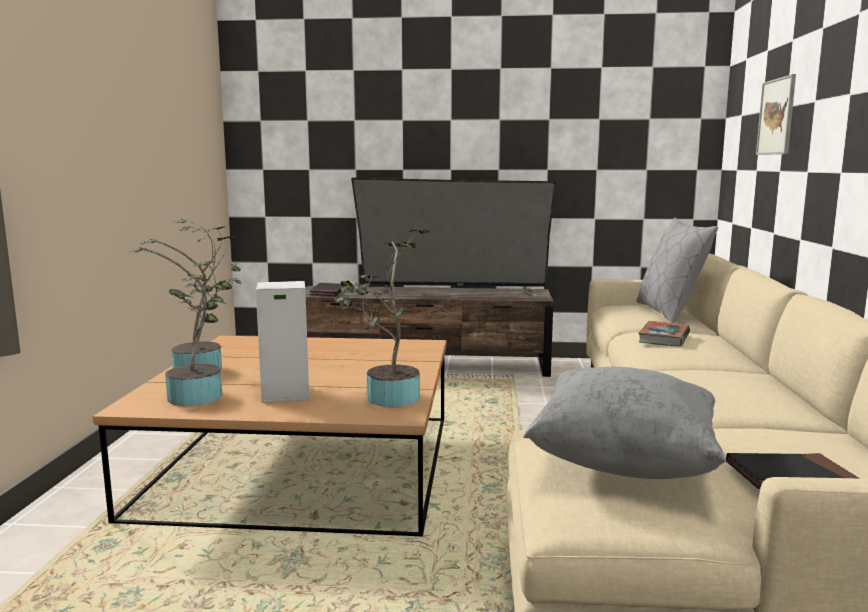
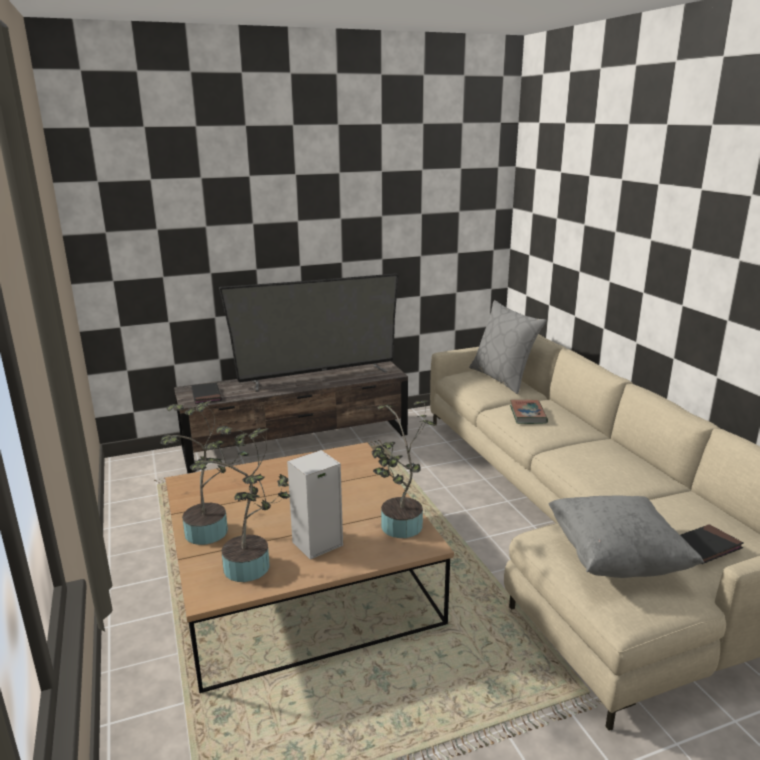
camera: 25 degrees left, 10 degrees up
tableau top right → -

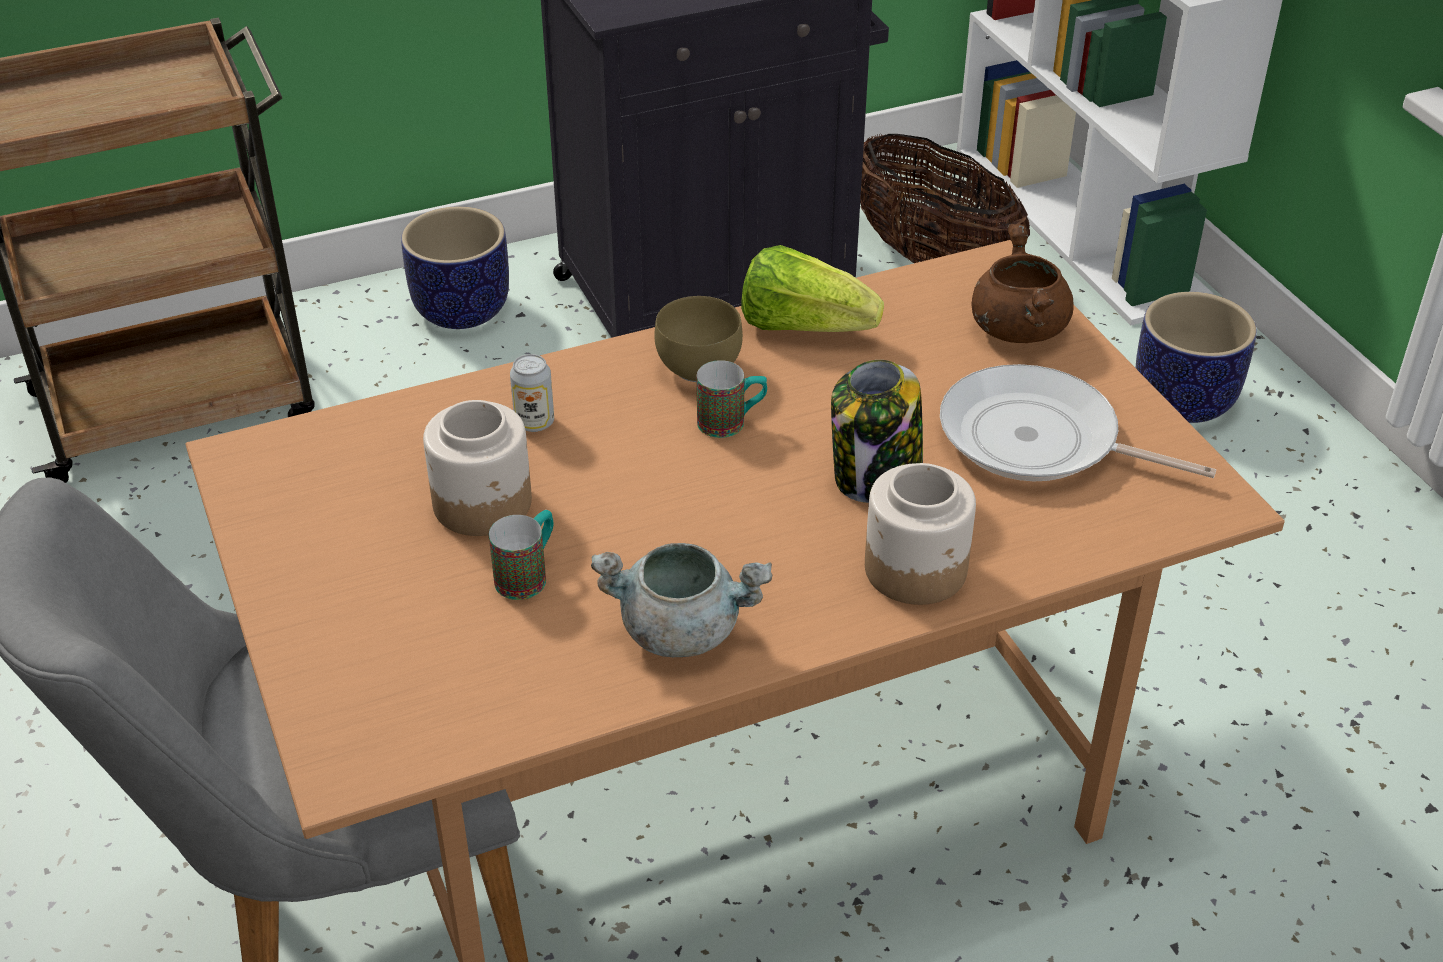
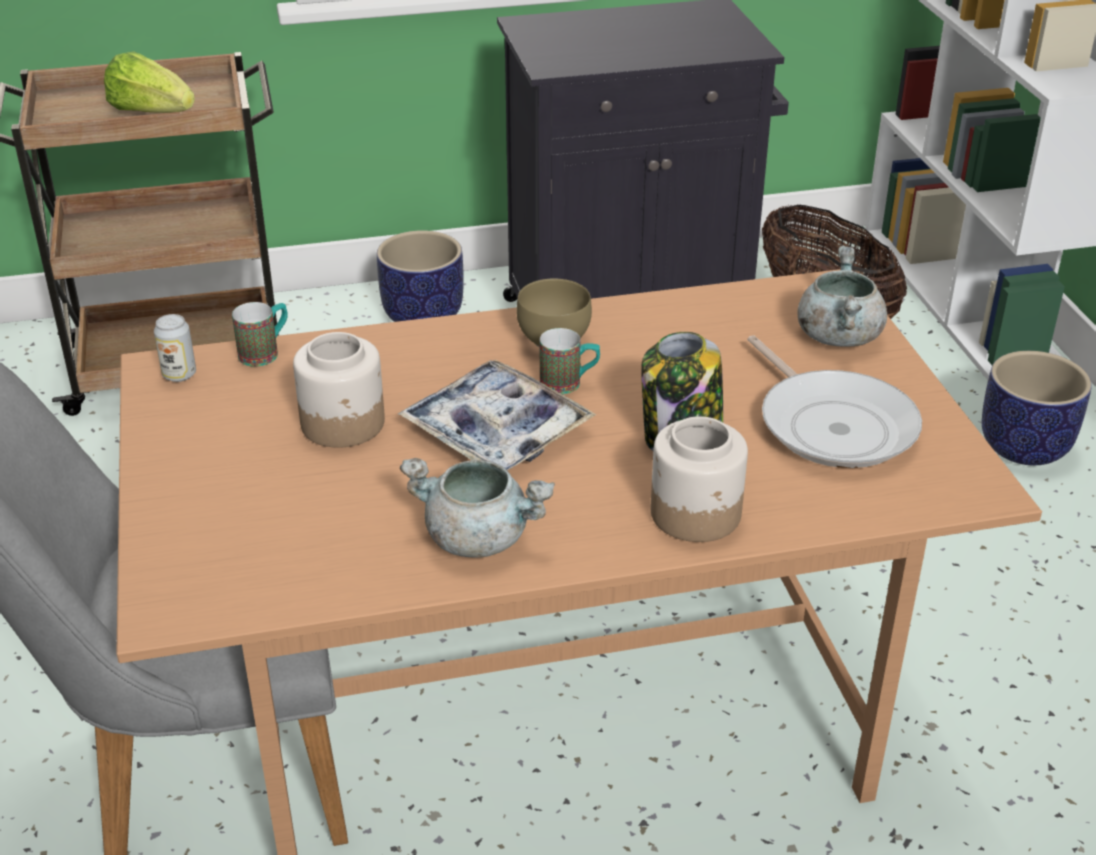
camera: 10 degrees right, 5 degrees down
mug (1st from left) centre → mug (1st from left) middle left, moved
boîte métallique centre → boîte métallique middle left, moved
laitue top centre → laitue top left, moved
poêle middle right, 150 degrees counterclockwise
marmite [marron] top right → marmite [gris] (2nd from left) middle right
- → plateau centre

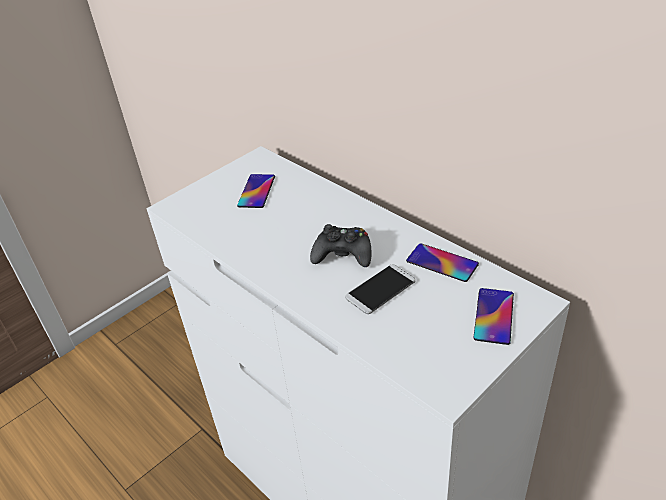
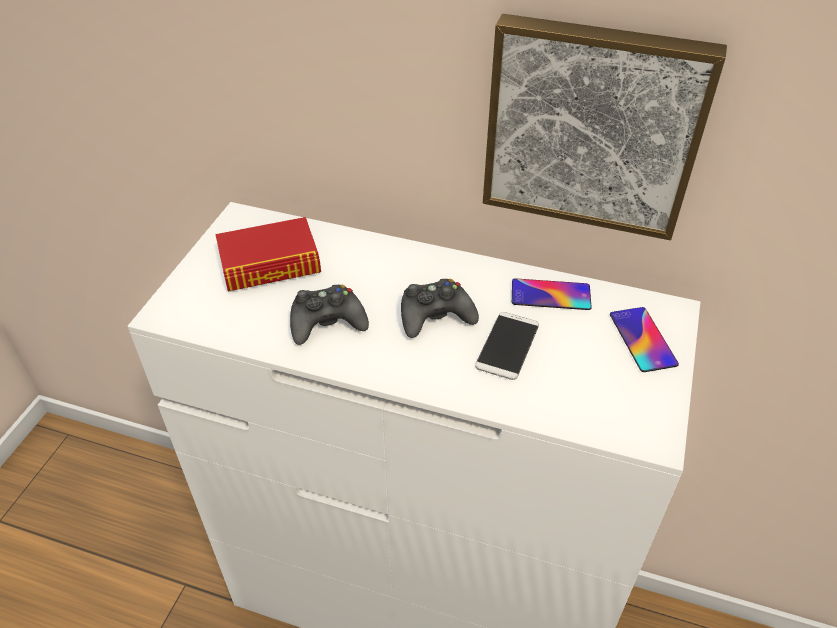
camera: 30 degrees left, 5 degrees up
téléphone (1st from left) centre → livre middle left
- → manette [noir] (1st from left) centre
- → tableau top right

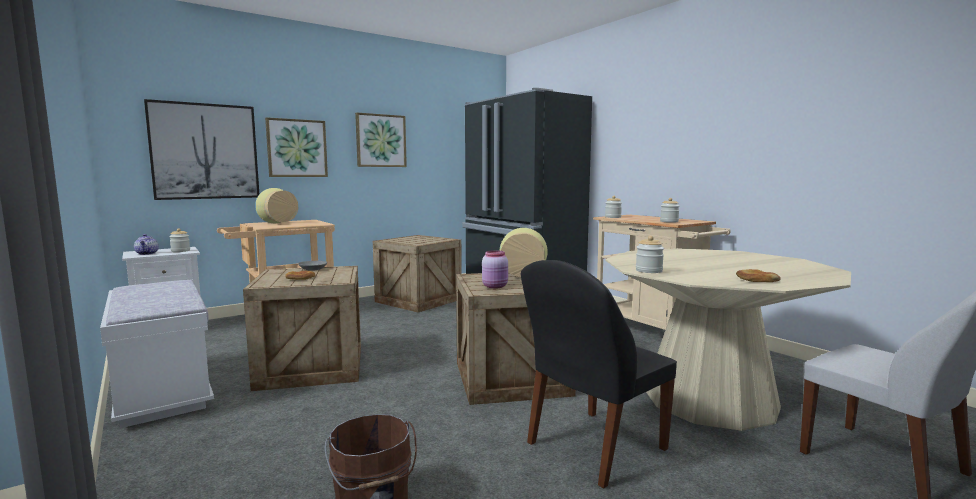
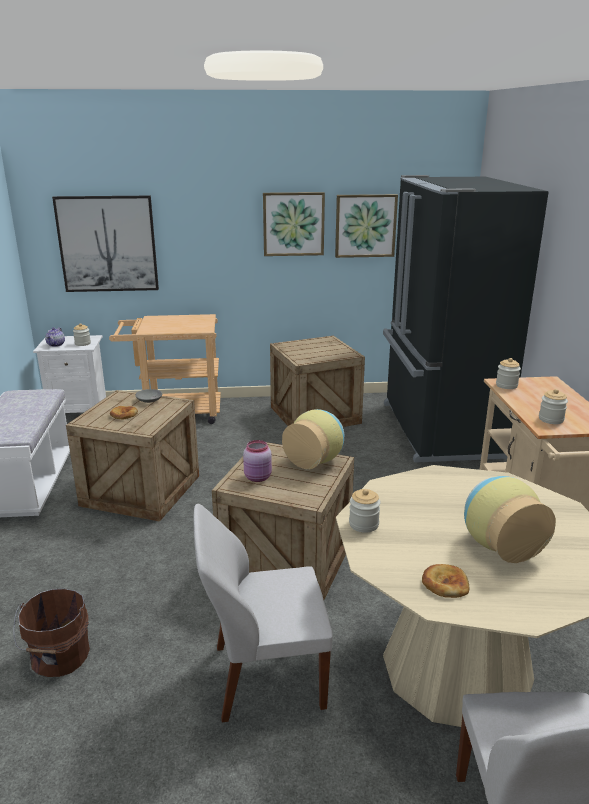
camera: 30 degrees right, 15 degrees up
vase (1st from left in the first image) middle left → vase (2nd from left) middle right, moved
tableau (2nd from left in the first image) top left → tableau (3rd from left) top centre, moved
chaise [noir] bottom centre → chaise [blanc] (1st from left) bottom centre

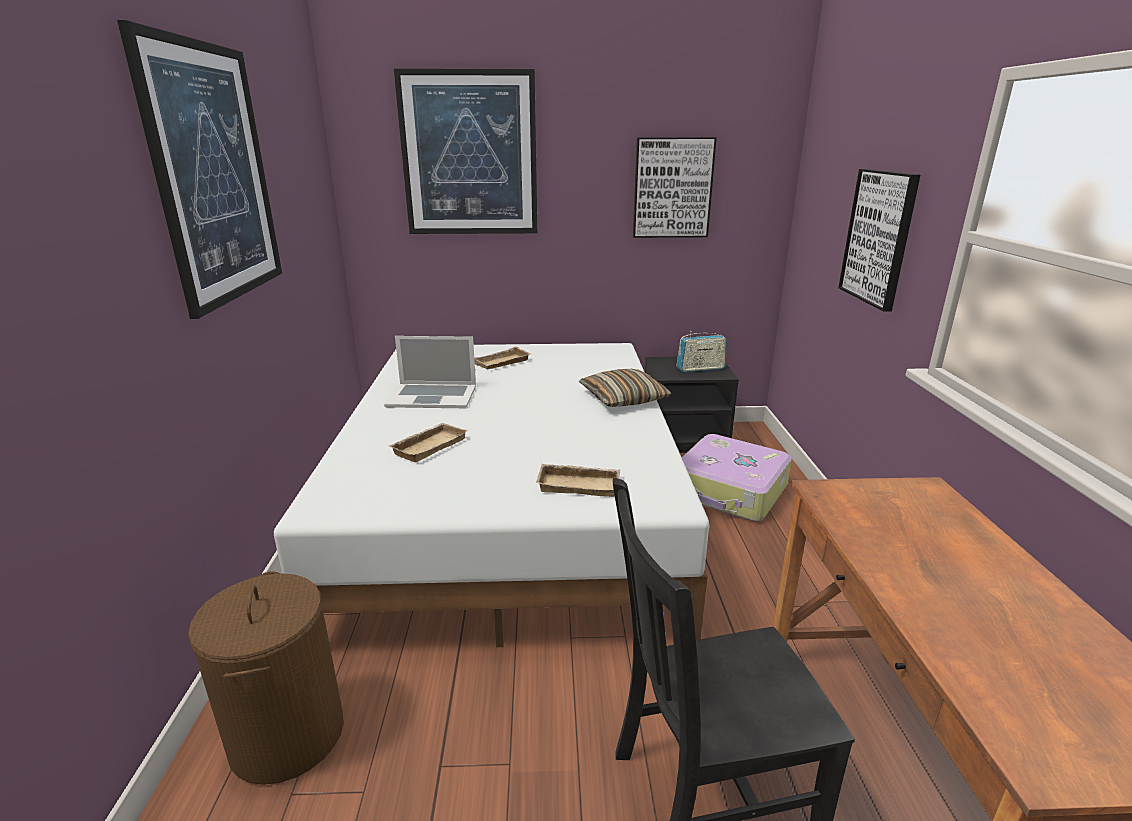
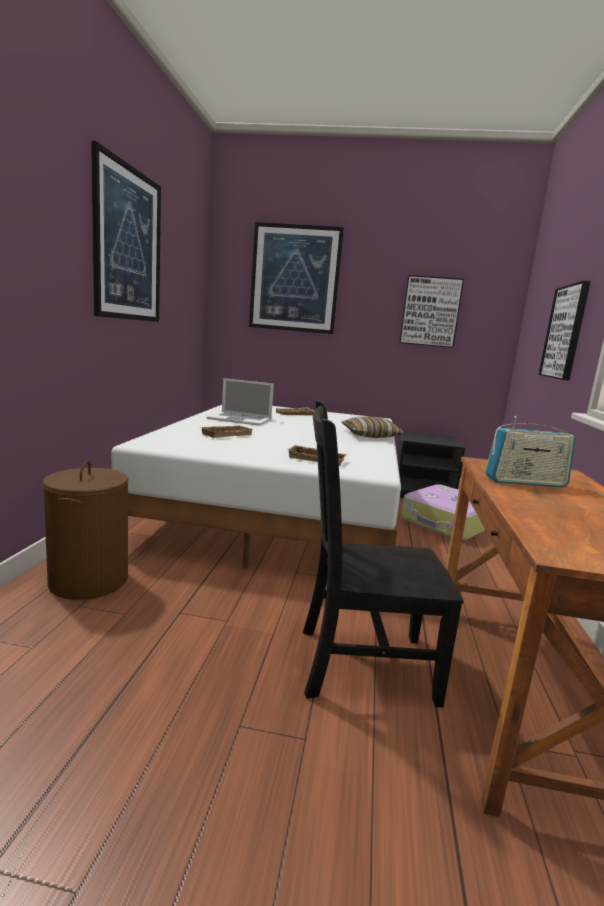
camera: 10 degrees right, 10 degrees down
radio centre → radio middle right, moved

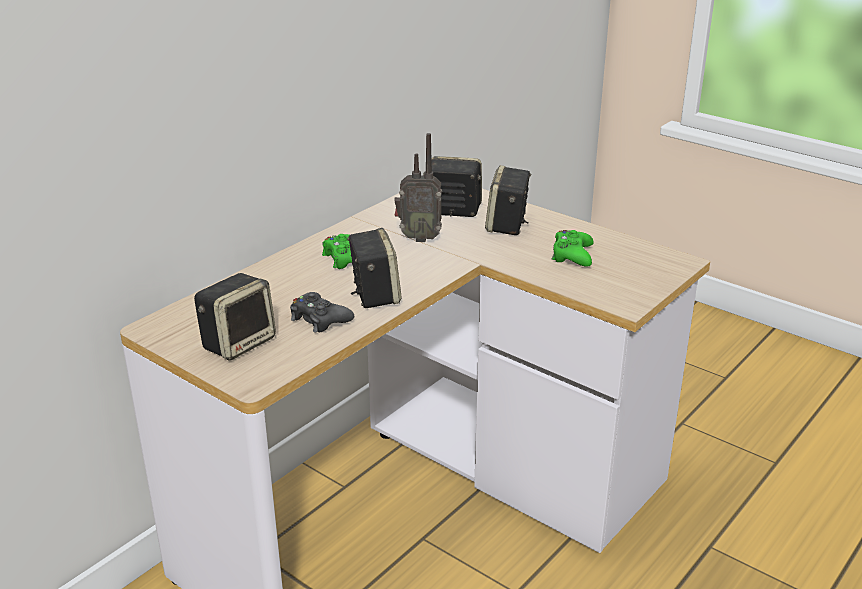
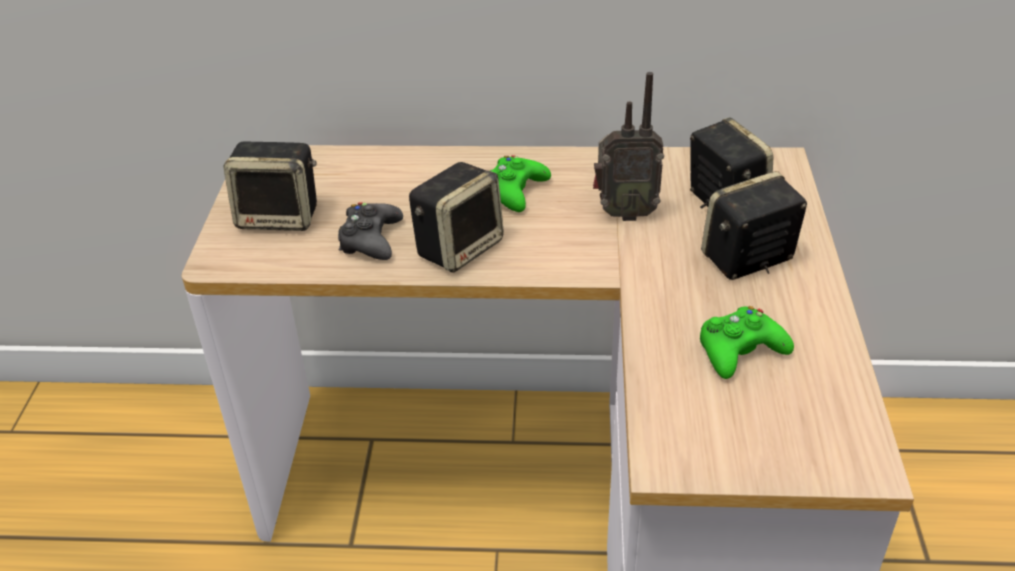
camera: 55 degrees right, 10 degrees up
radio top centre, 60 degrees counterclockwise

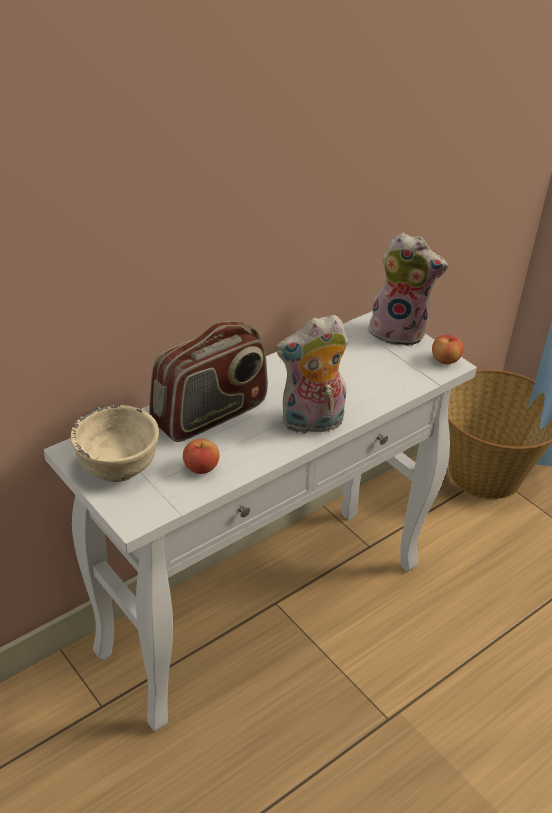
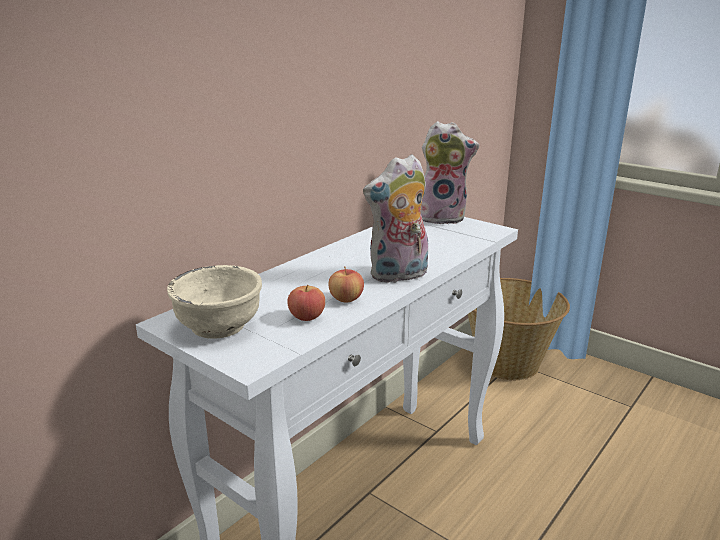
camera: 10 degrees left, 15 degrees down
radio centre → -
pomme (2nd from left) middle right → pomme (2nd from left) centre, moved

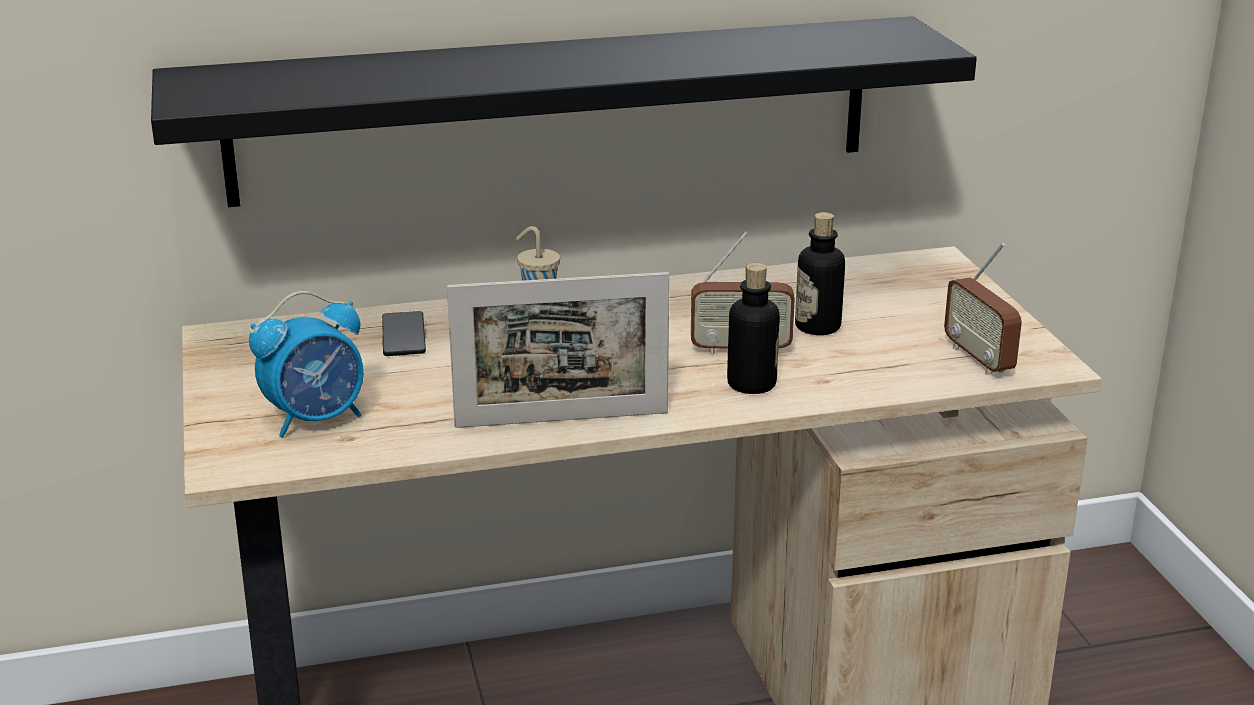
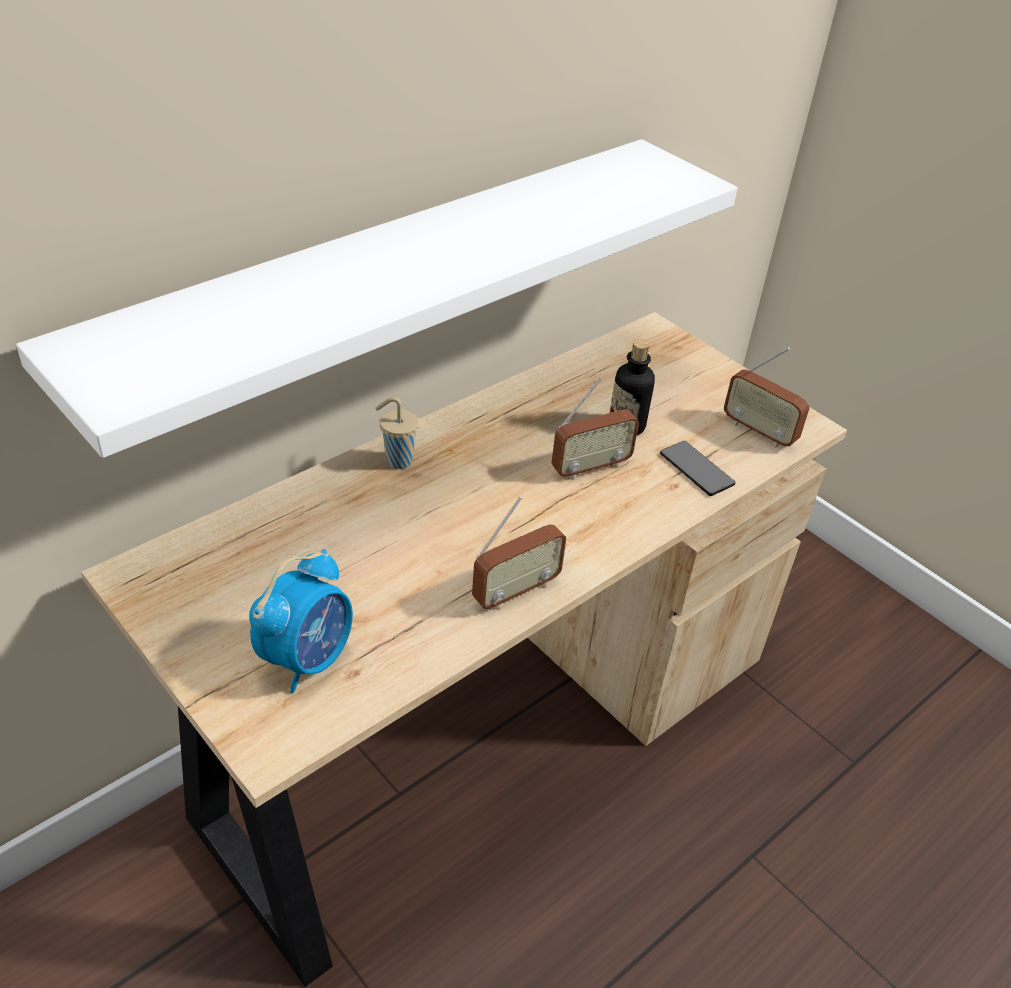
camera: 30 degrees left, 15 degrees up
étagère [noir] top centre → étagère [blanc] top centre
téléphone middle left → téléphone middle right, moved
cadre photo centre → radio (1st from left) centre
bouteille (1st from left) centre → -

